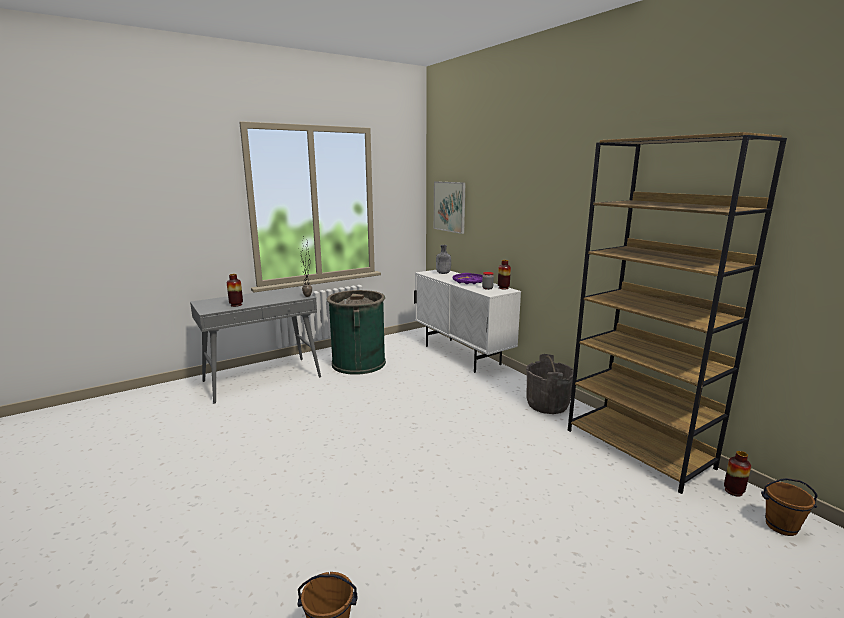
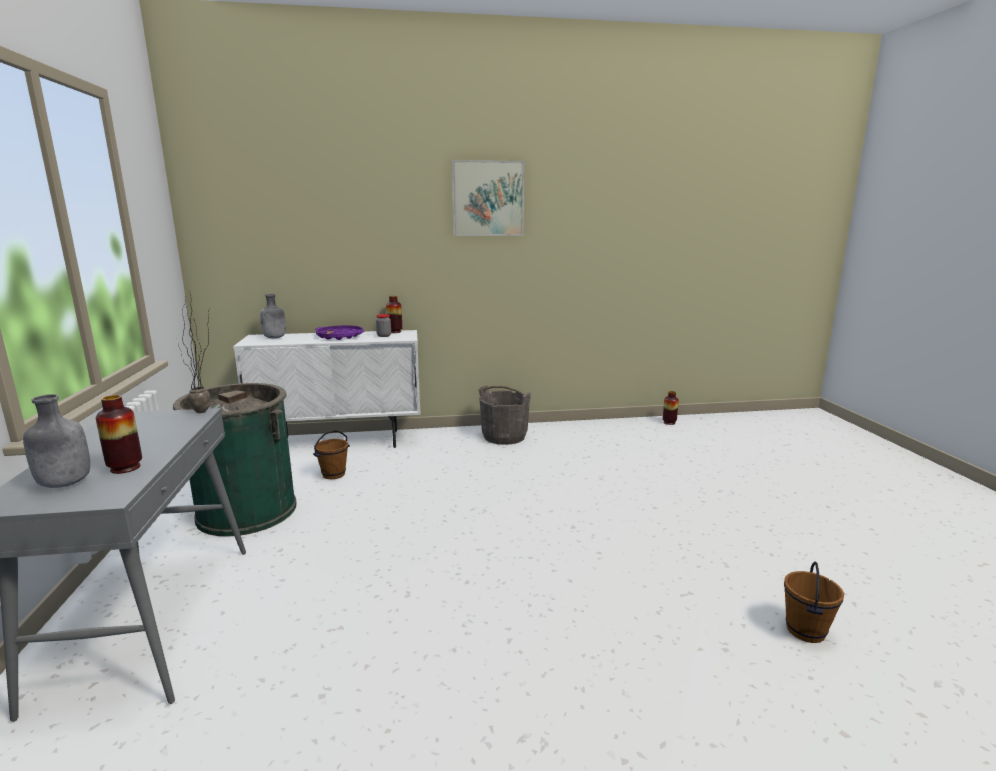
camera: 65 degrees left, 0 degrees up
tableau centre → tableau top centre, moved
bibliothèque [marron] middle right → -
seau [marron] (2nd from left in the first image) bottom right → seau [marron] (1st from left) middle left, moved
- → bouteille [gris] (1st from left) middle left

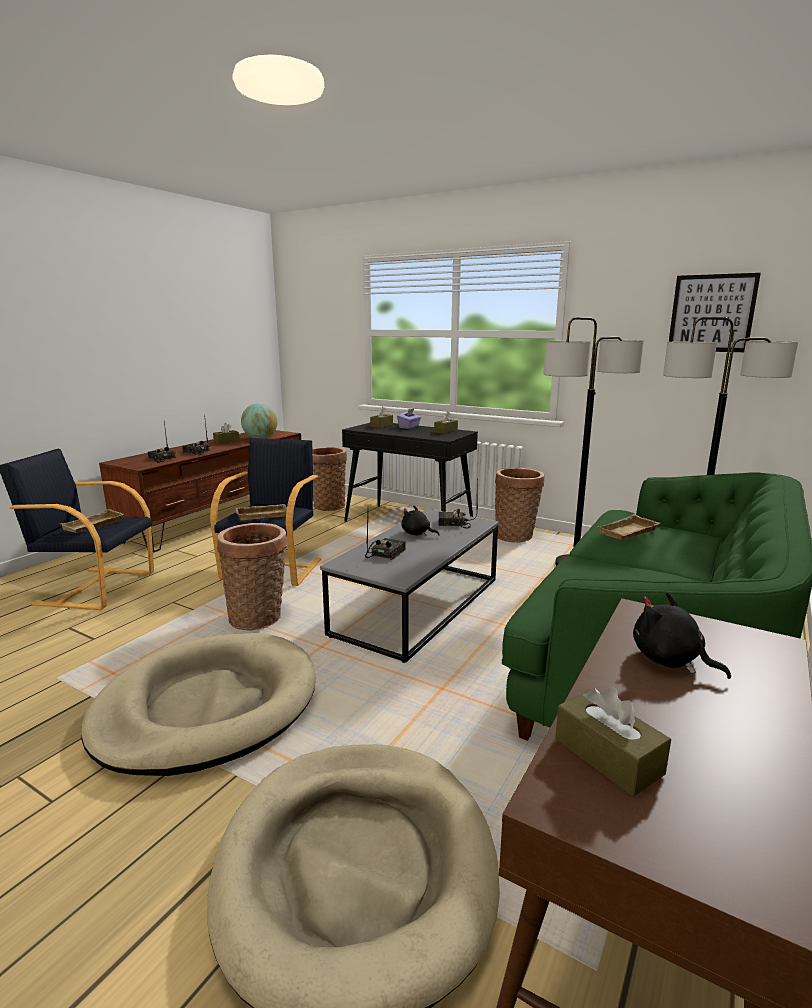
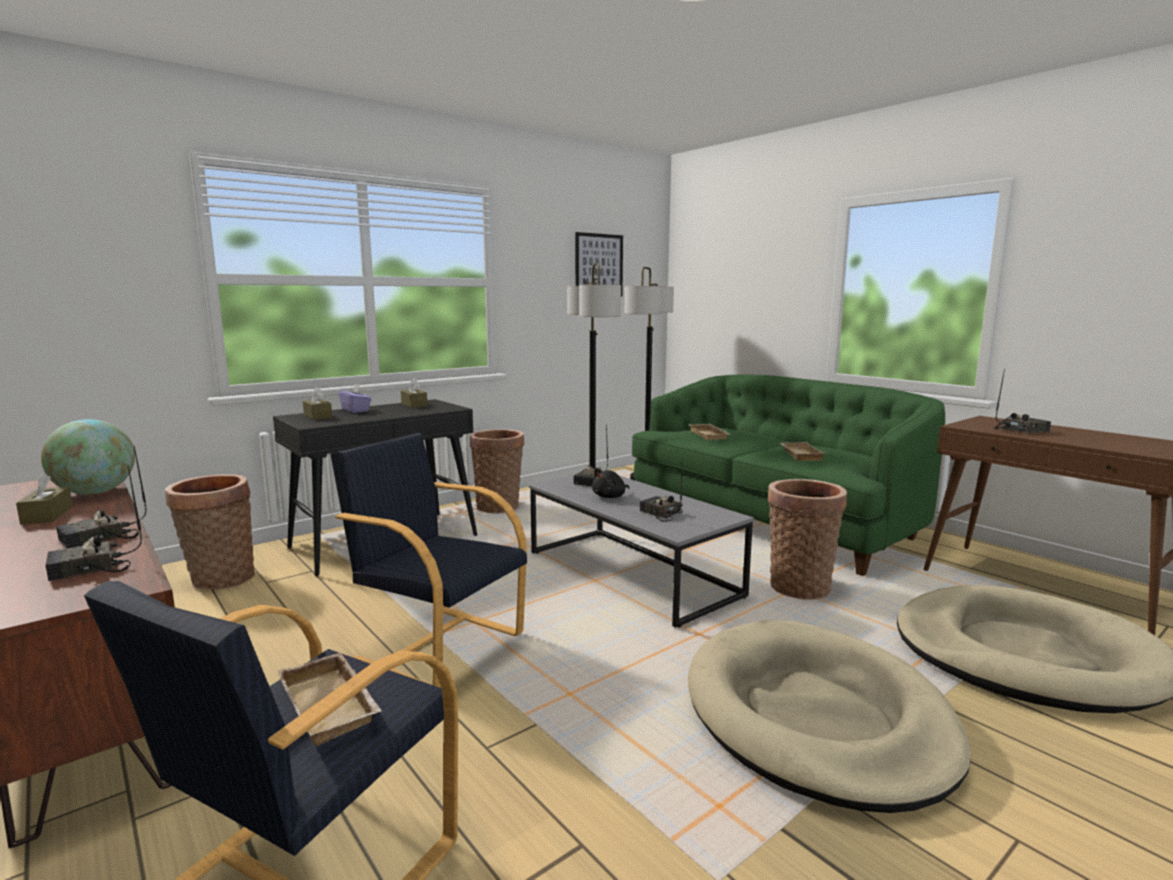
camera: 70 degrees left, 5 degrees down
panier (1st from left in the first image) middle left → panier (3rd from left) middle right, moved
plateau [beige] (2nd from left in the first image) middle left → plateau [beige] (3rd from left) middle right, moved
boîte à mouchoirs [marron] (4th from left) bottom right → -
peluche [noir] (2nd from left) middle right → radio (5th from left) middle right

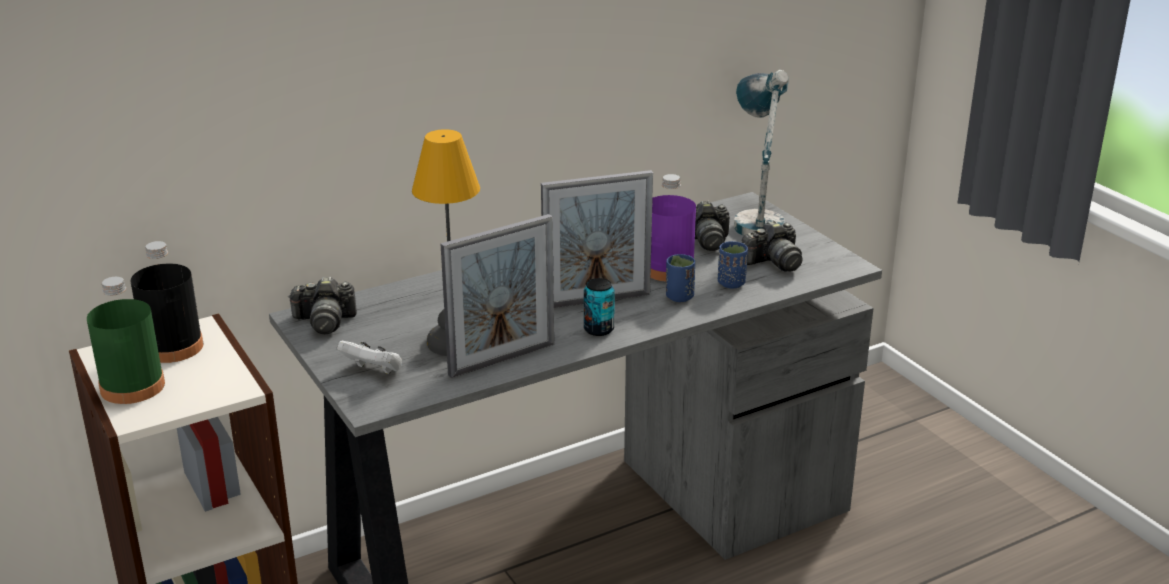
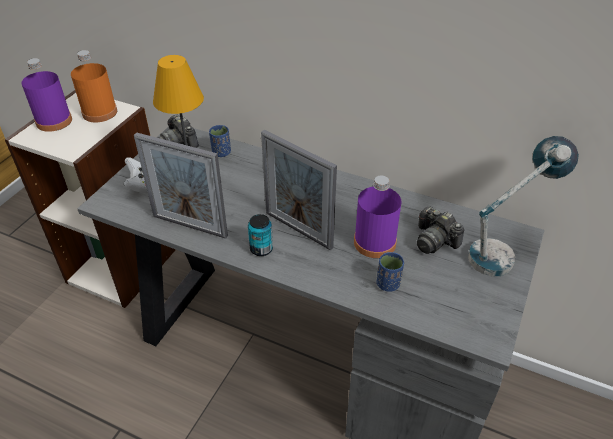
camera: 55 degrees right, 15 degrees up
bouteille [vert] middle left → bouteille [violet] (1st from left) top left
bouteille [noir] middle left → bouteille [orange] top left
tasse [bleu] (1st from left) centre → tasse [bleu] (1st from left) top centre, moved
appareil photo (3rd from left) centre → -

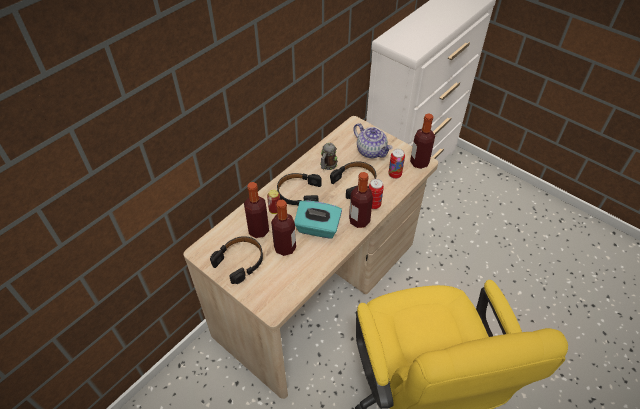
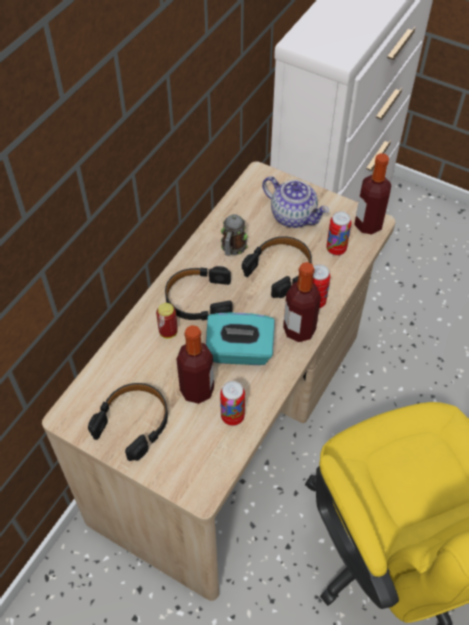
camera: 10 degrees left, 5 degrees up
bouteille (1st from left) centre → -
- → boîte métallique (2nd from left) centre

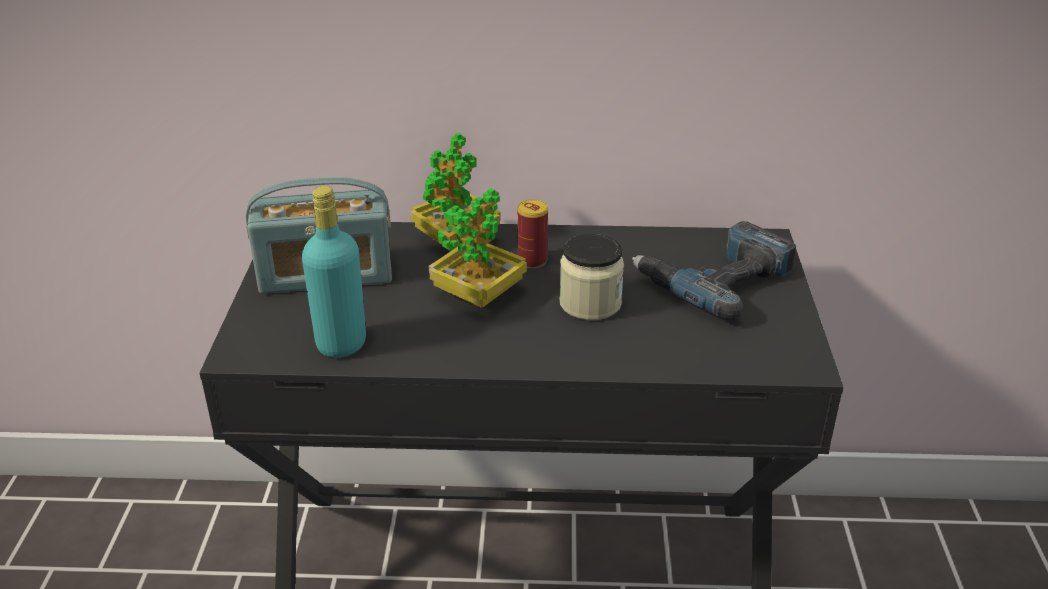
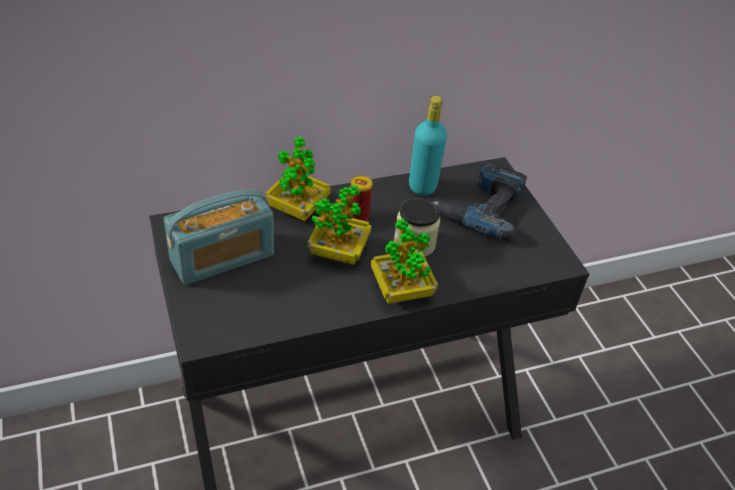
camera: 25 degrees left, 10 degrees up
bouteille [turquoise] middle left → bouteille [turquoise] top centre, moved
- → plante en pot (3rd from left) centre

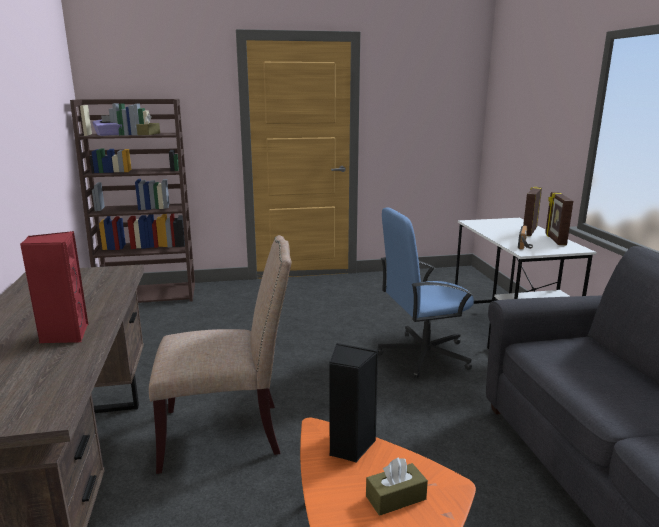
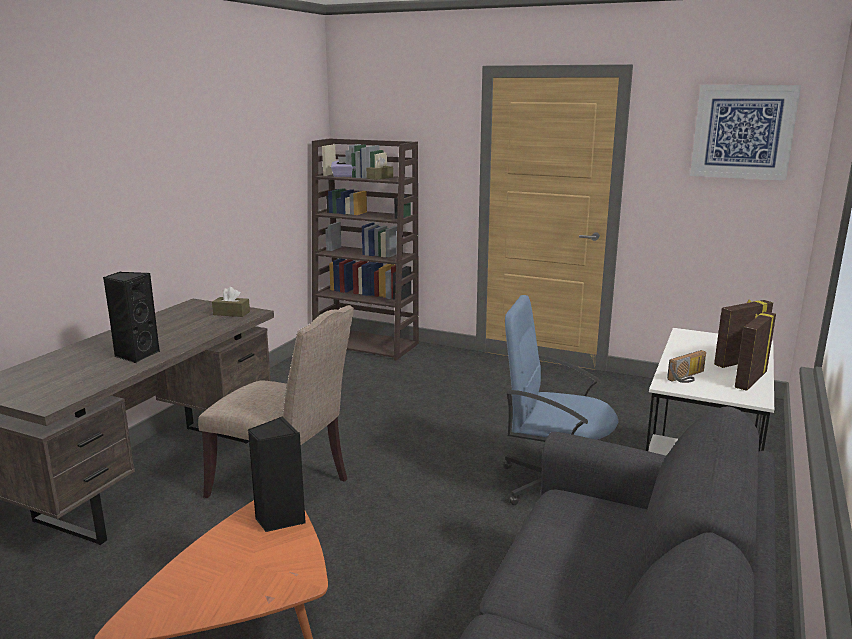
camera: 35 degrees right, 0 degrees up
enceinte [rouge] middle left → enceinte [noir] (1st from left) middle left
boîte à mouchoirs [marron] (2nd from left in the first image) bottom centre → boîte à mouchoirs [marron] (1st from left) middle left, moved
- → tableau top right

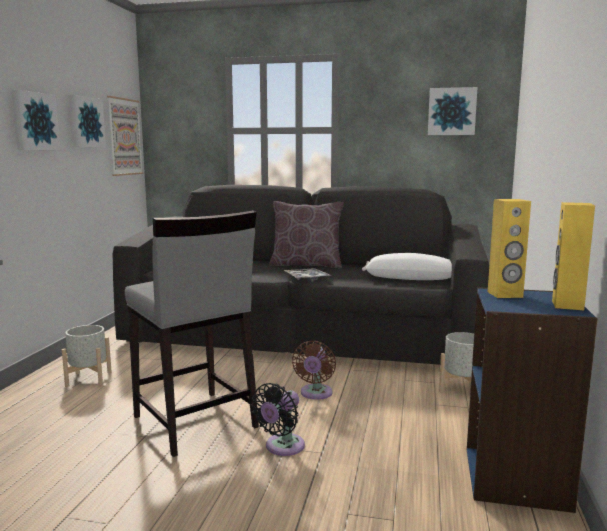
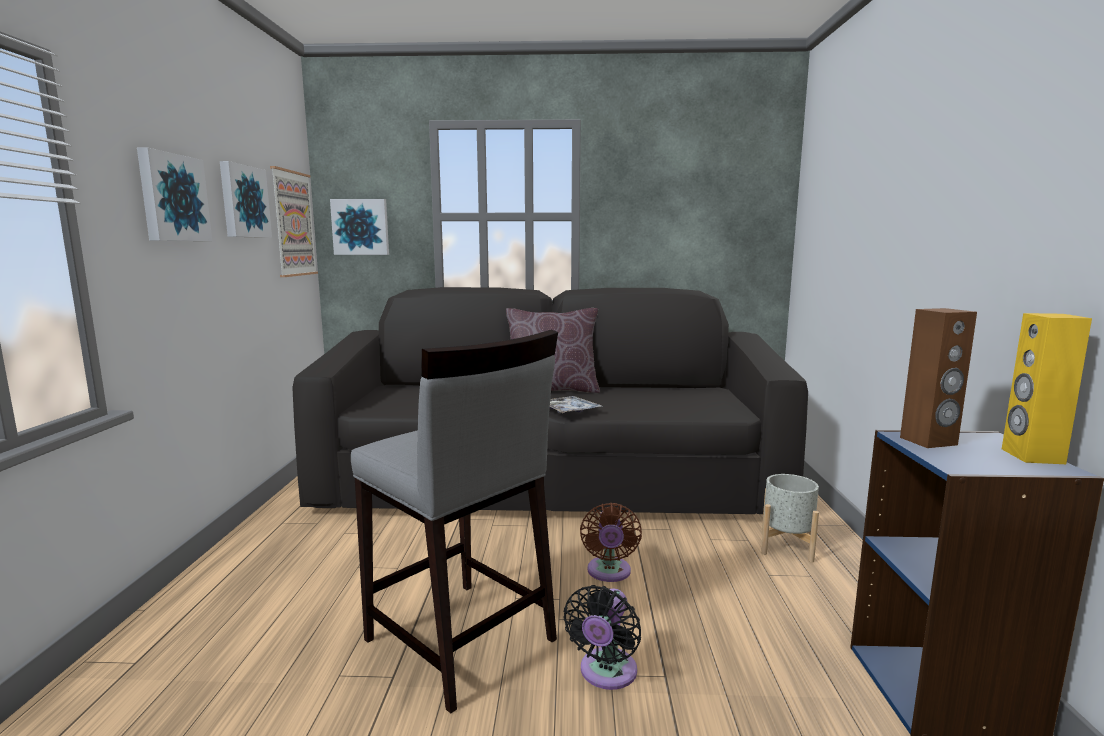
camera: 10 degrees left, 0 degrees up
cache-pot [gris] (1st from left) bottom left → -
coussin [blanc] middle right → -
tableau (4th from left) top right → tableau (4th from left) top left, moved
enceinte [jaune] (1st from left) middle right → enceinte [marron] middle right

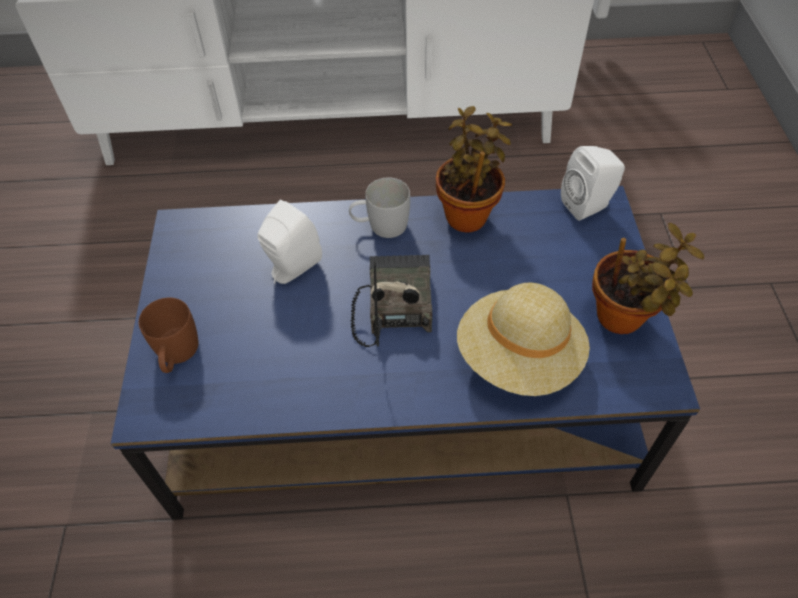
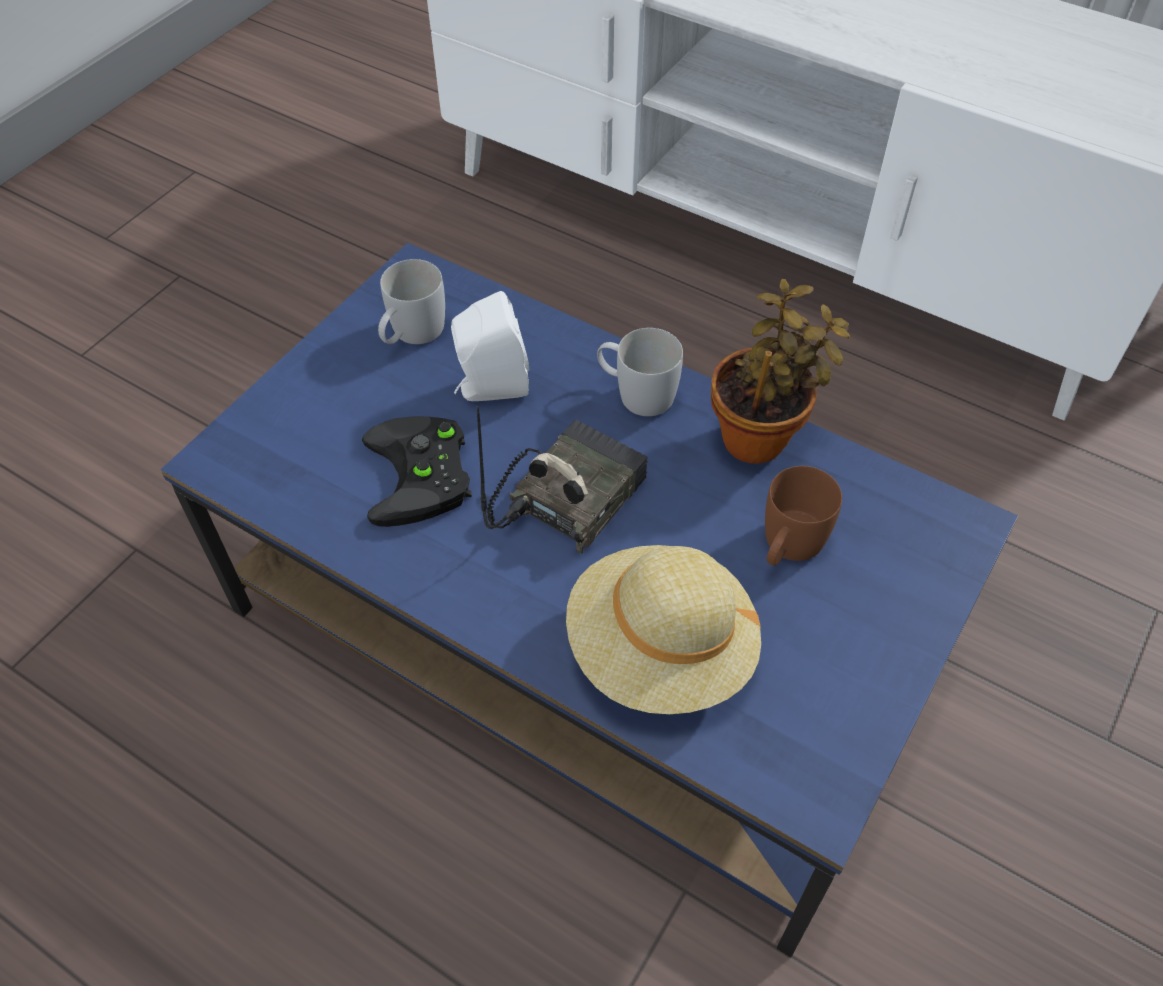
camera: 35 degrees right, 0 degrees up
mug [marron] middle left → mug [marron] middle right, moved
enceinte [blanc] (2nd from left) top right → -
plante en pot (2nd from left) middle right → -
- → manette [noir] centre
- → mug [blanc] (1st from left) top centre

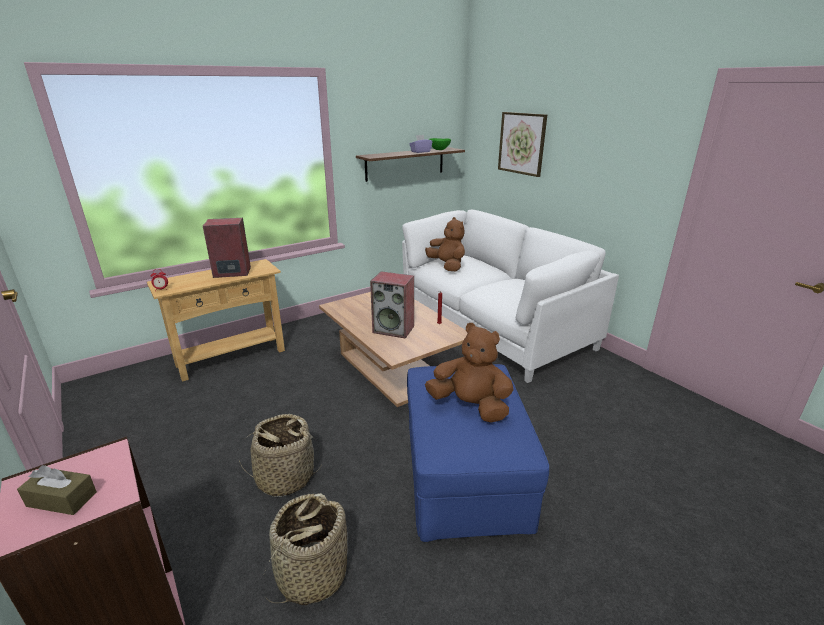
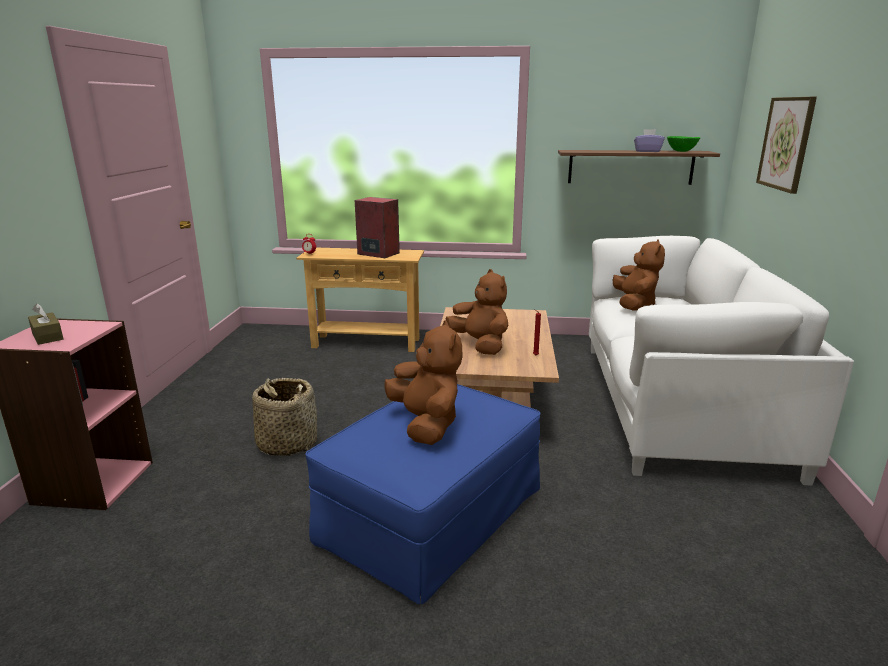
camera: 40 degrees right, 5 degrees down
panier (2nd from left) bottom centre → -
enceinte (2nd from left) centre → peluche [marron] (2nd from left) centre

